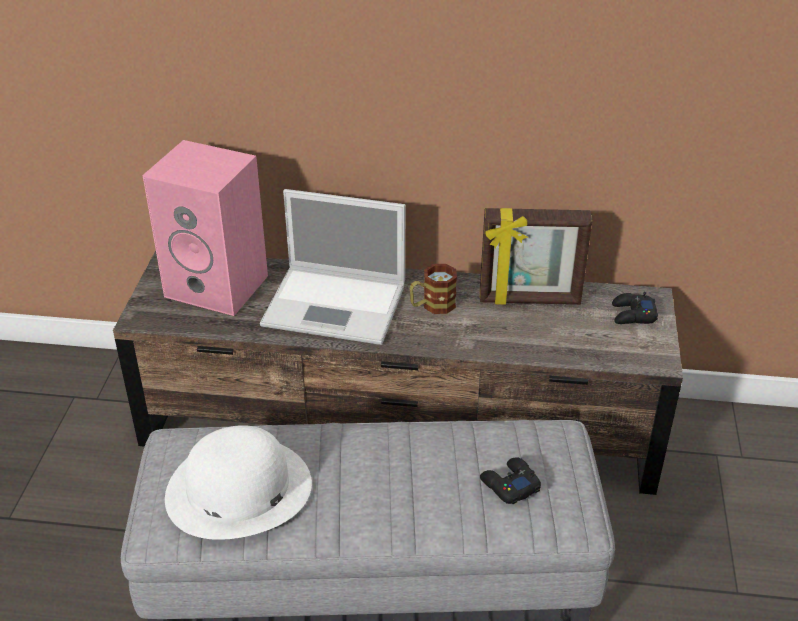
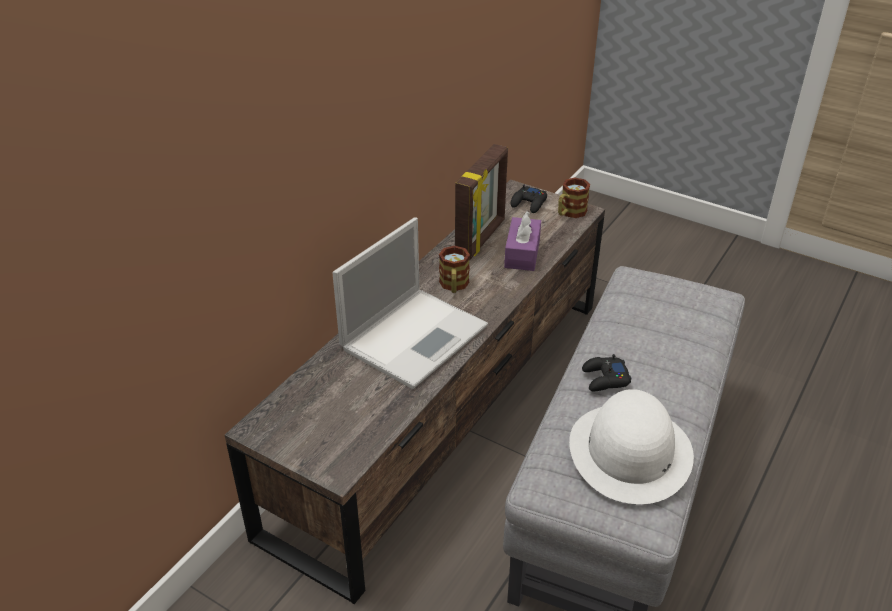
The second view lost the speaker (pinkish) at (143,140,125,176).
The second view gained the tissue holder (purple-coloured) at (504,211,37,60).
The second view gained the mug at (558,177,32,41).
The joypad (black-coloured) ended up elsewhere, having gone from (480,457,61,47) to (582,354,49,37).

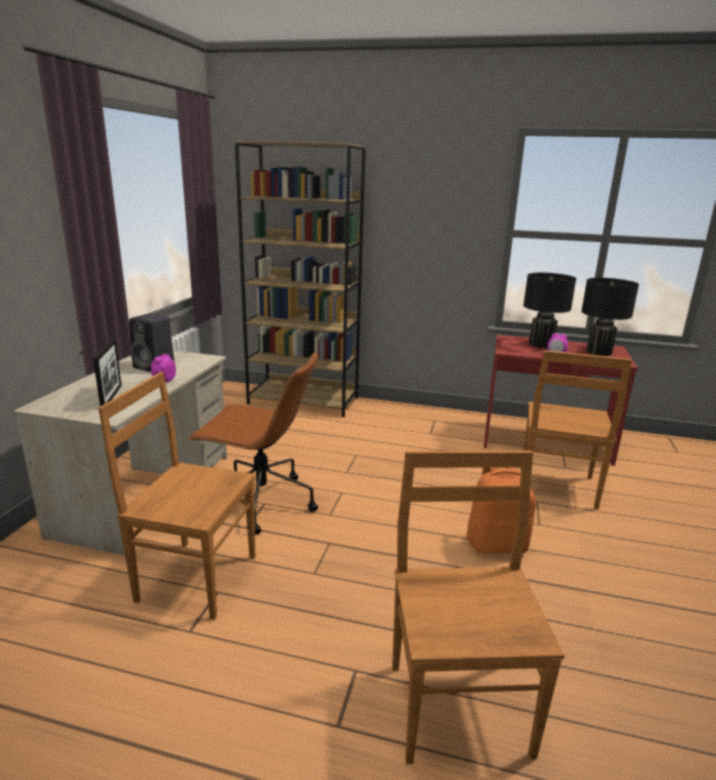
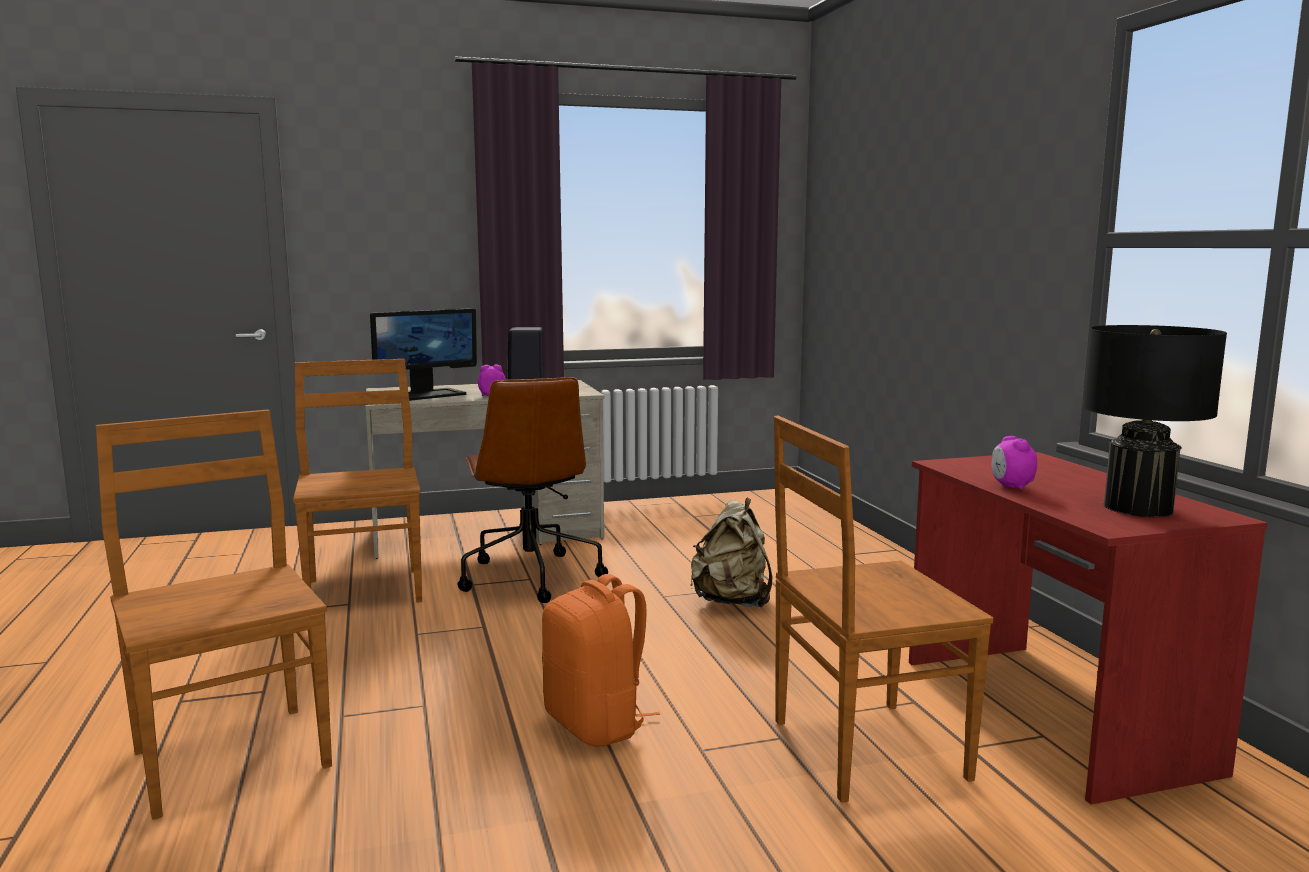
The second view lost the shelving unit (brown) at (235,141,131,276).
The second view lost the lamp for a table (black-coloured) at (523,273,53,75).
The second view gained the knapsack (sand-coloured) at (690,498,82,109).
Where the picture frame stood at (93,339,29,67), the monitor came to stand at (370,308,107,93).
The upright chair (brown) at (392,451,173,313) ended up facing another way, 90 degrees counterclockwise from before.

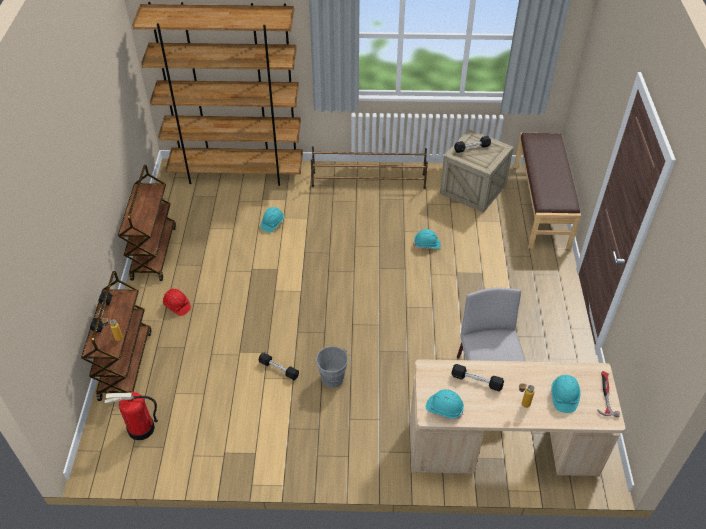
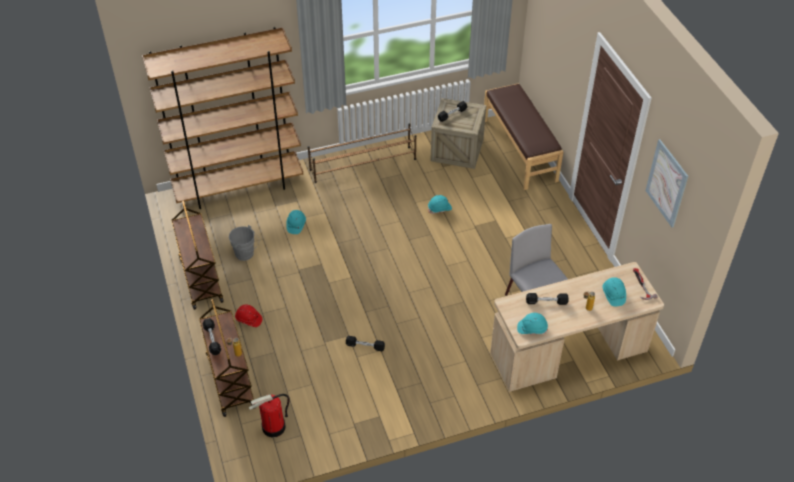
The second view gained the wall art at (645,139,43,88).
The bucket (grey) ended up elsewhere, having gone from (316,346,36,42) to (229,225,30,36).

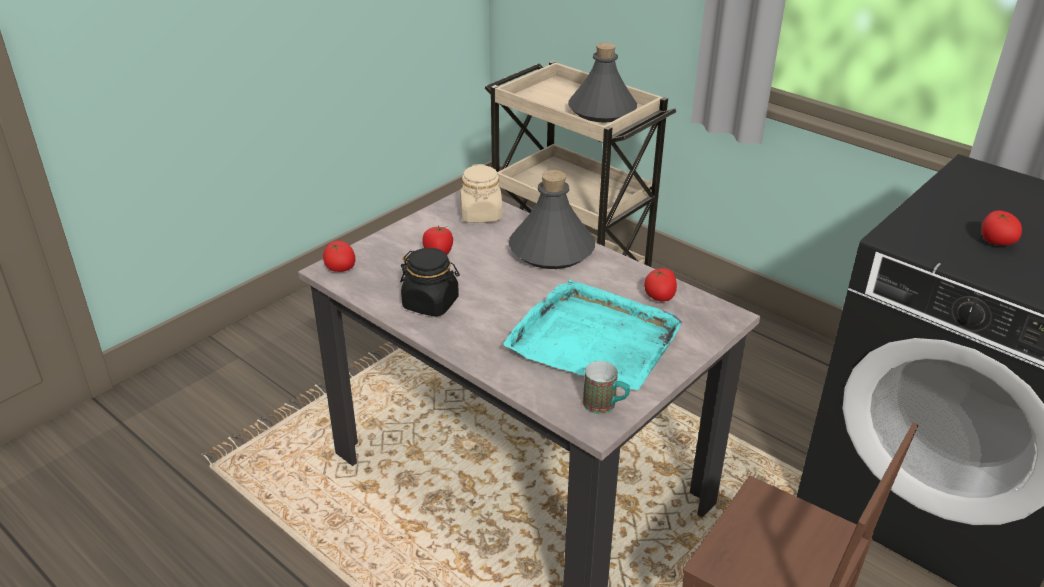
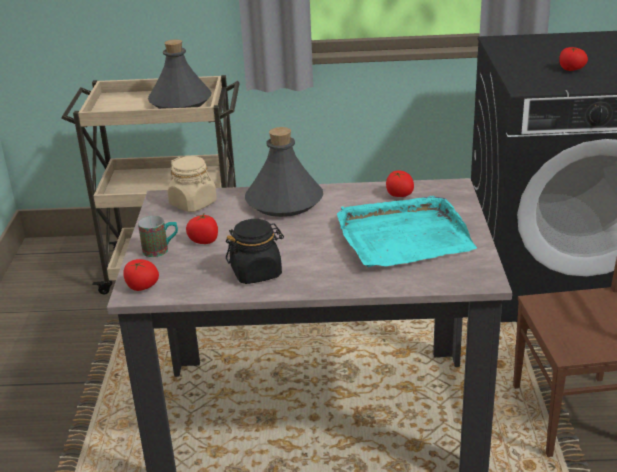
The mug ended up elsewhere, having gone from (583,361,47,53) to (138,216,40,41).

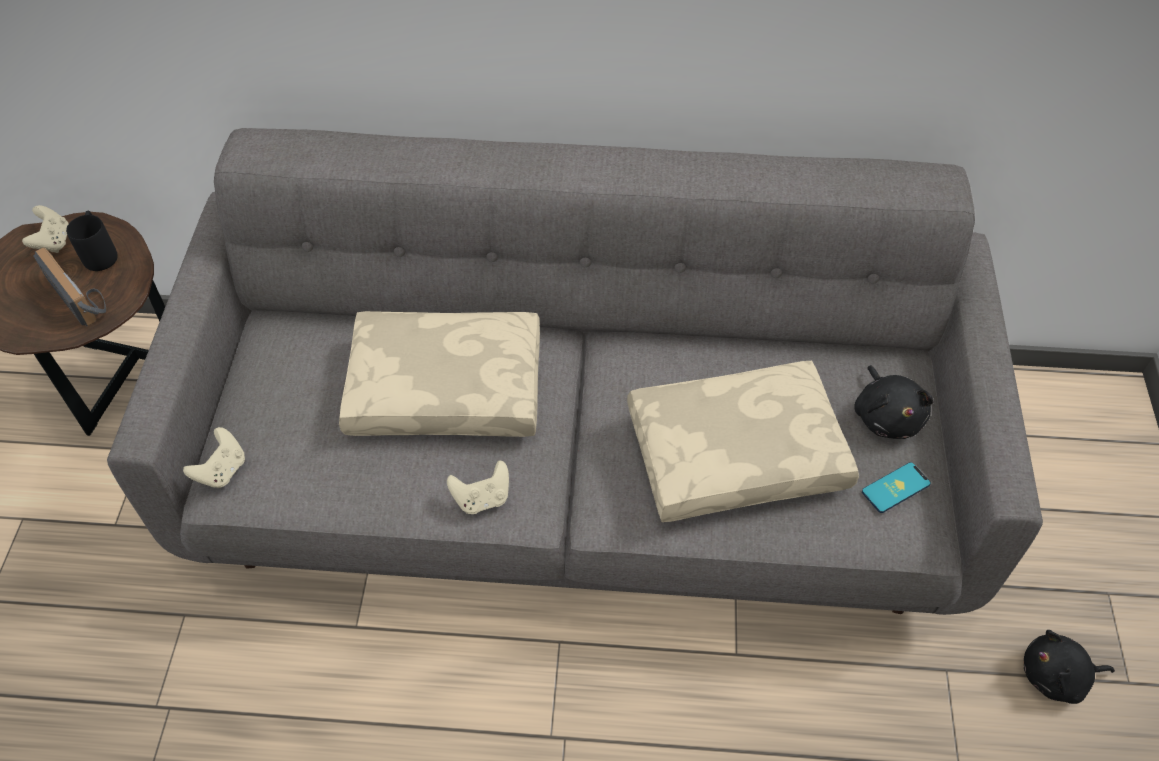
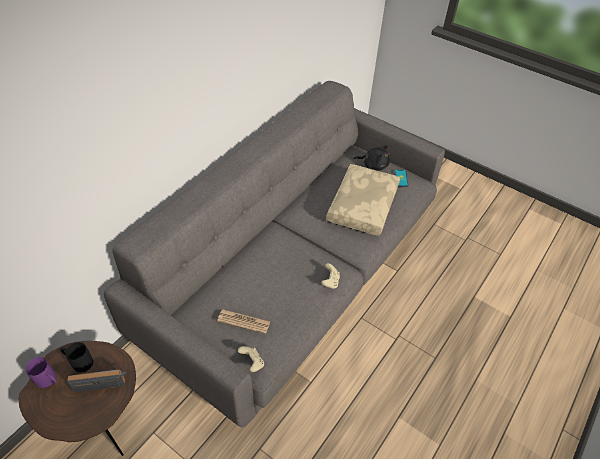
The second view lost the pillow (sand-coloured) at (339,311,201,126).
The second view lost the soft toy (black-coloured) at (1024,630,91,74).
The second view gained the daily paper at (217,309,53,25).
Where the joypad (sand-coloured) stood at (22,205,47,48), the mug (purple-coloured) came to stand at (26,357,31,31).

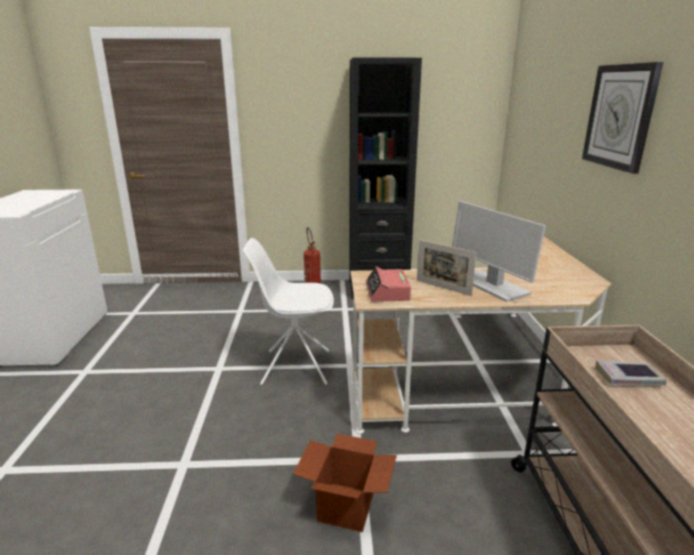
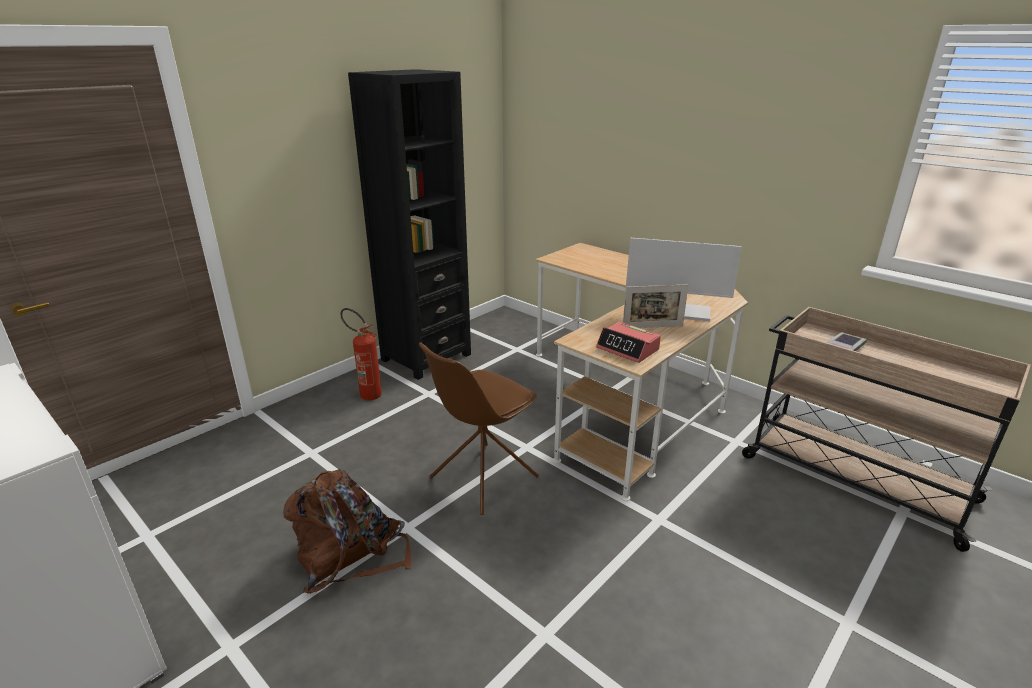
The second view lost the packing box at (293,434,104,98).
The second view lost the wall clock at (582,62,81,112).
The second view gained the knapsack (brown) at (283,469,128,125).
What was the upright chair (white) at (242,238,92,147) turned into the upright chair (brown) at (419,343,120,172).

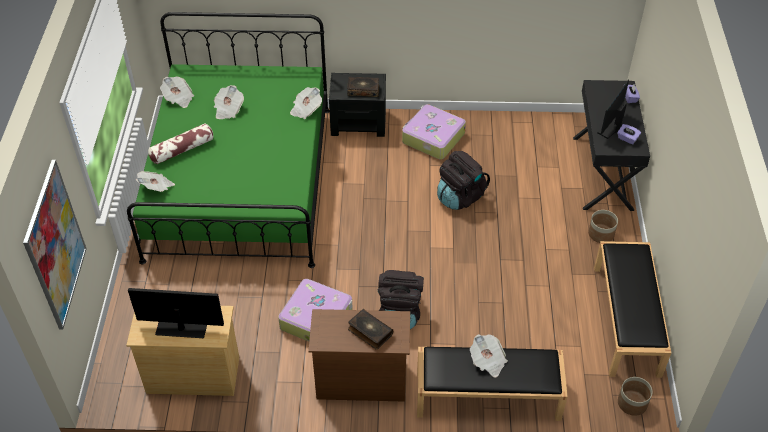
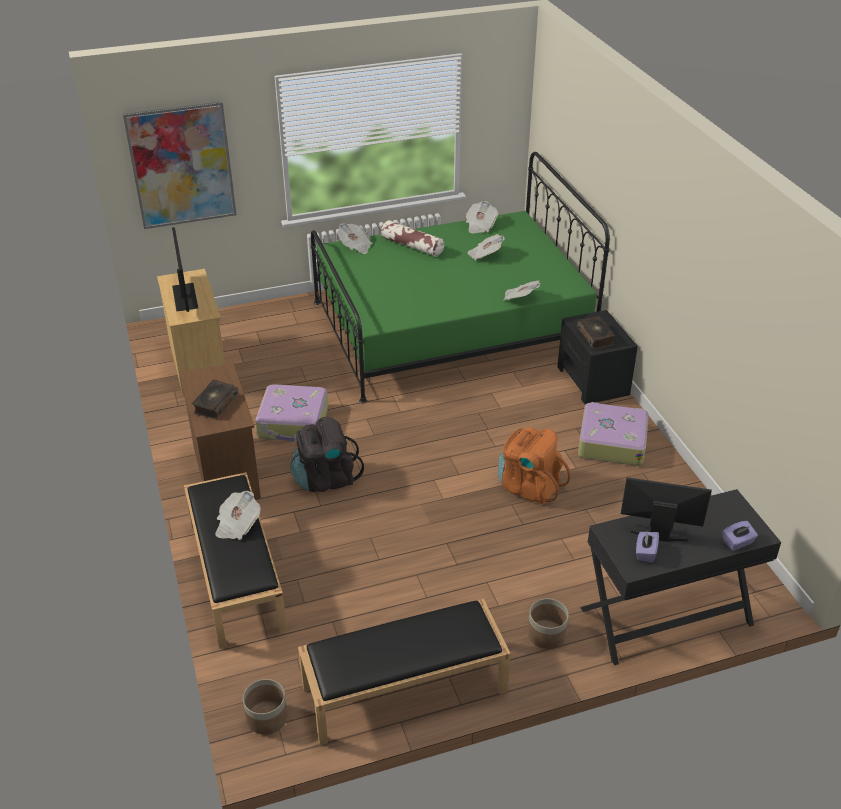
What was the knapsack (black-coloured) at (437,151,53,59) turned into the knapsack (orange-coloured) at (498,427,73,78).

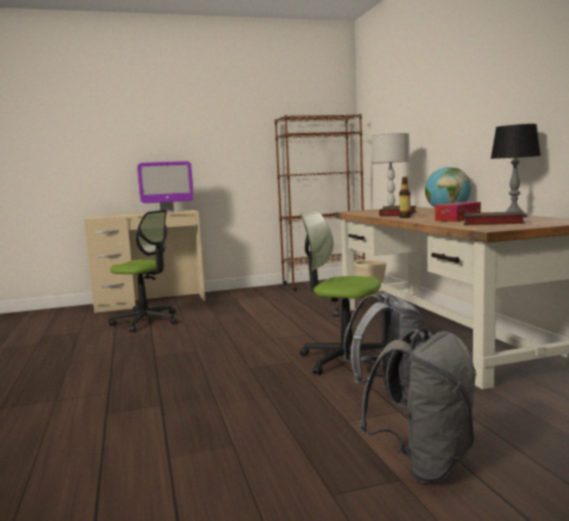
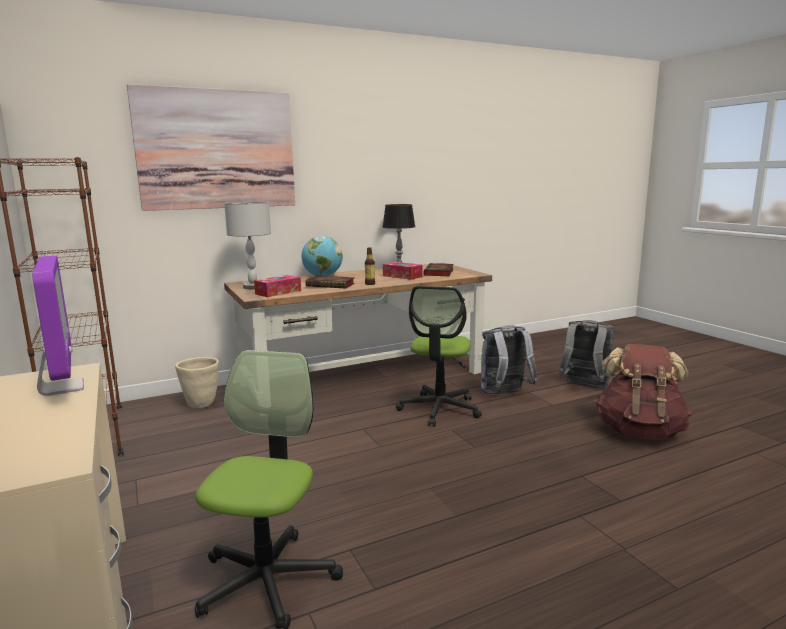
The second view gained the wall art at (127,84,168,127).
The second view gained the tissue holder at (254,275,47,22).
The second view gained the knapsack (brown) at (595,344,98,96).

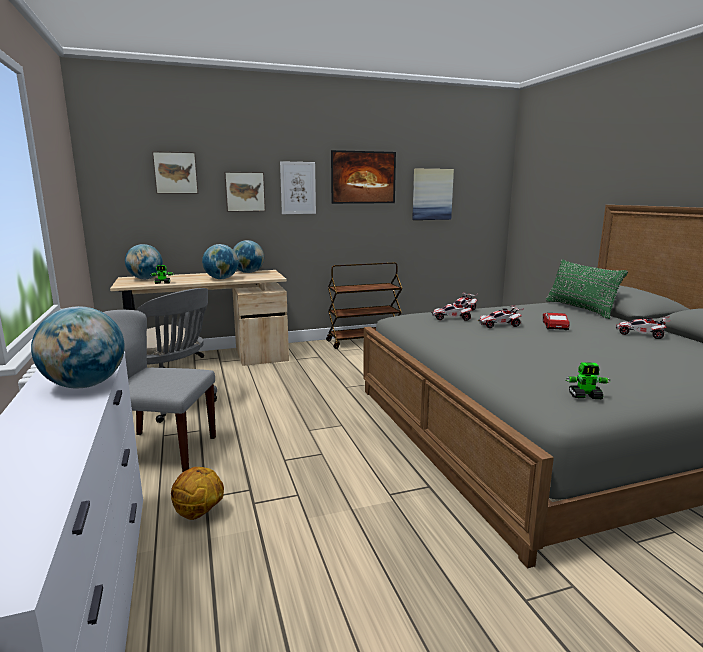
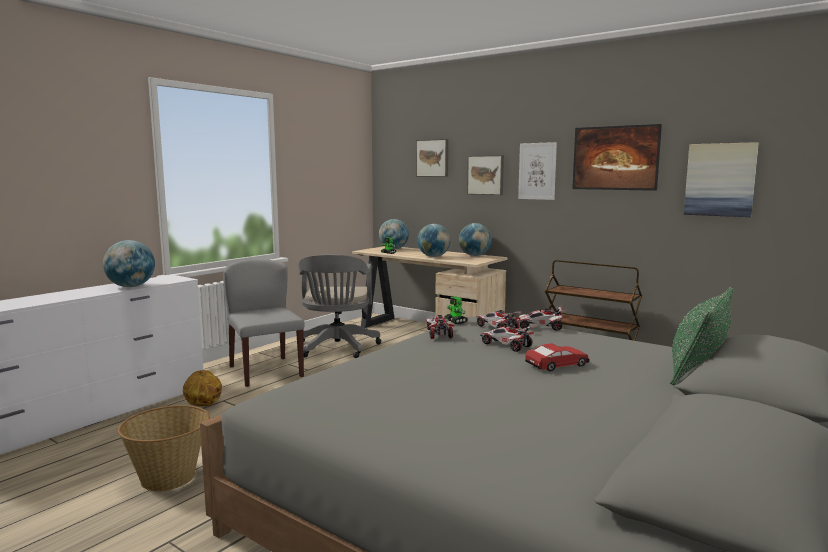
The second view gained the household basket at (118,405,92,86).
The model robot ended up elsewhere, having gone from (566,362,45,37) to (444,296,24,28).
The model car ended up elsewhere, having gone from (616,316,55,23) to (426,315,29,24).

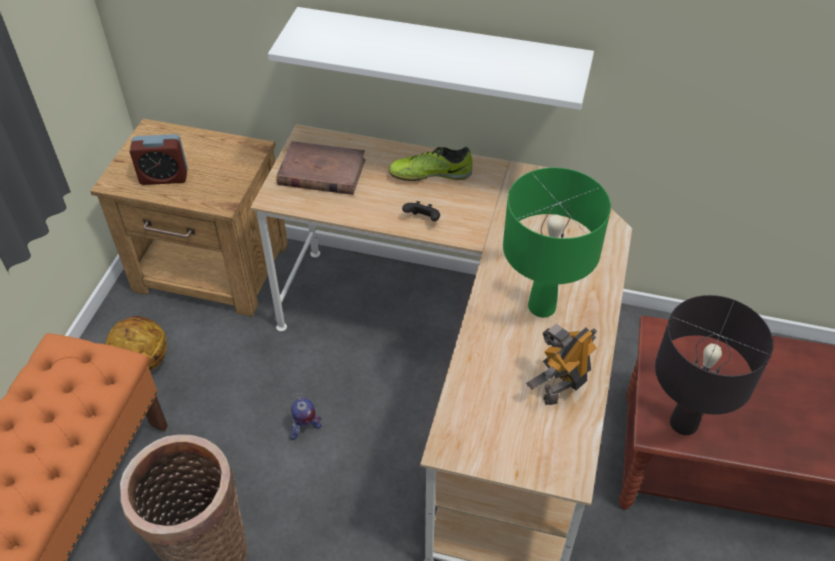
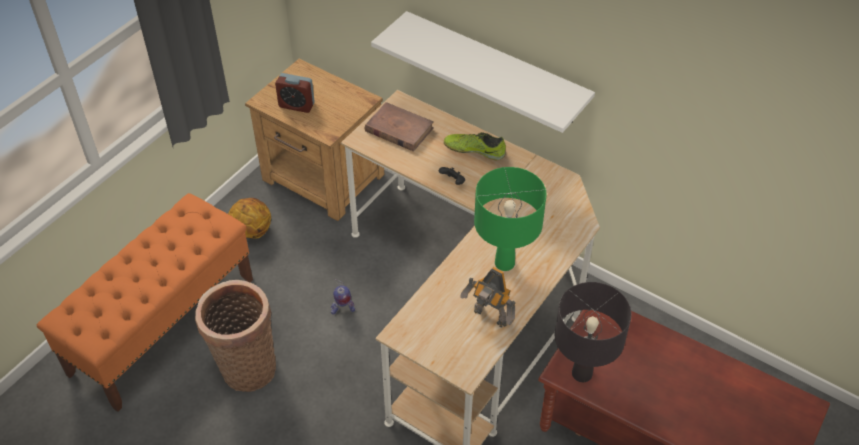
The model robot at (526,324,71,81) ended up facing another way, 120 degrees counterclockwise from before.

